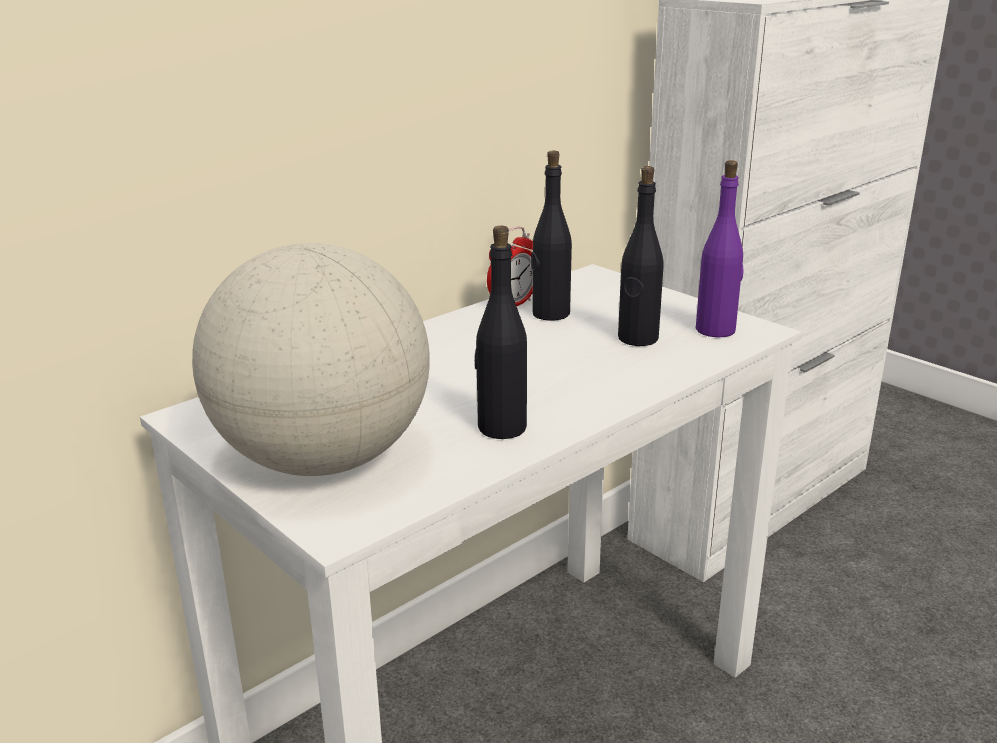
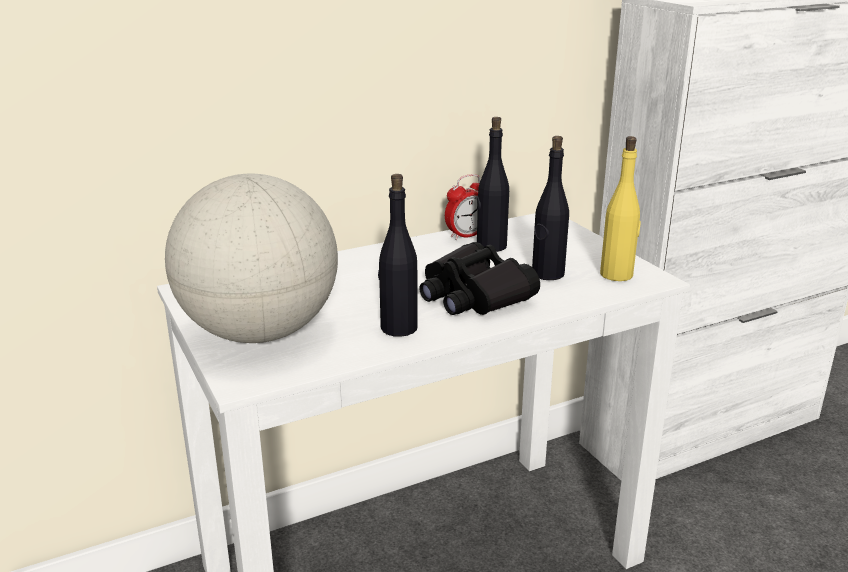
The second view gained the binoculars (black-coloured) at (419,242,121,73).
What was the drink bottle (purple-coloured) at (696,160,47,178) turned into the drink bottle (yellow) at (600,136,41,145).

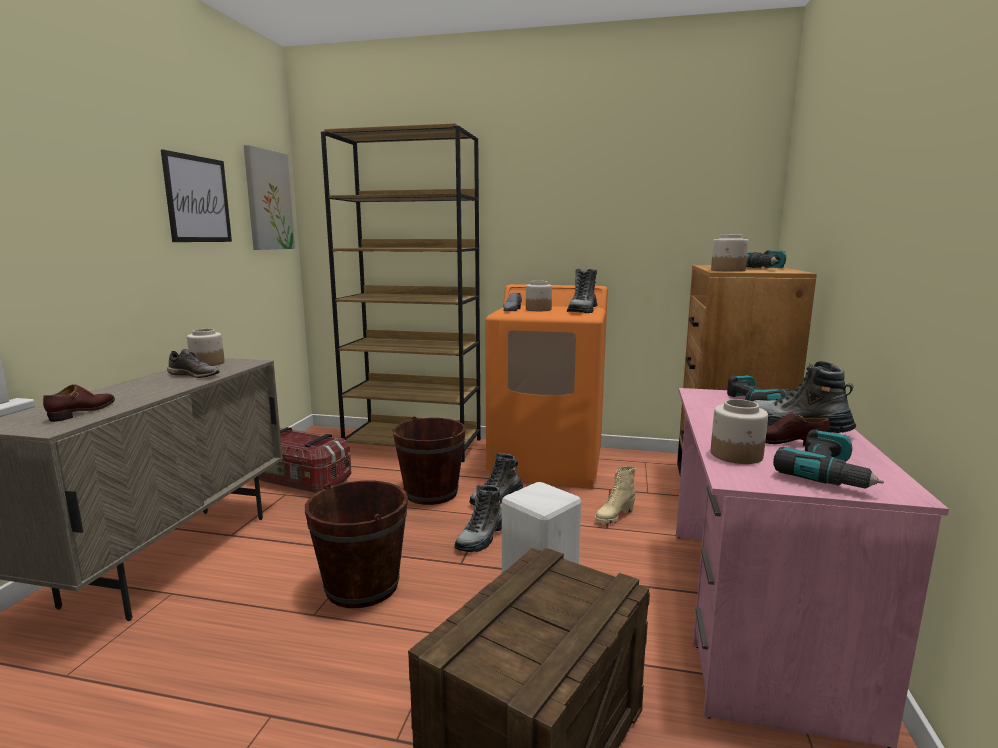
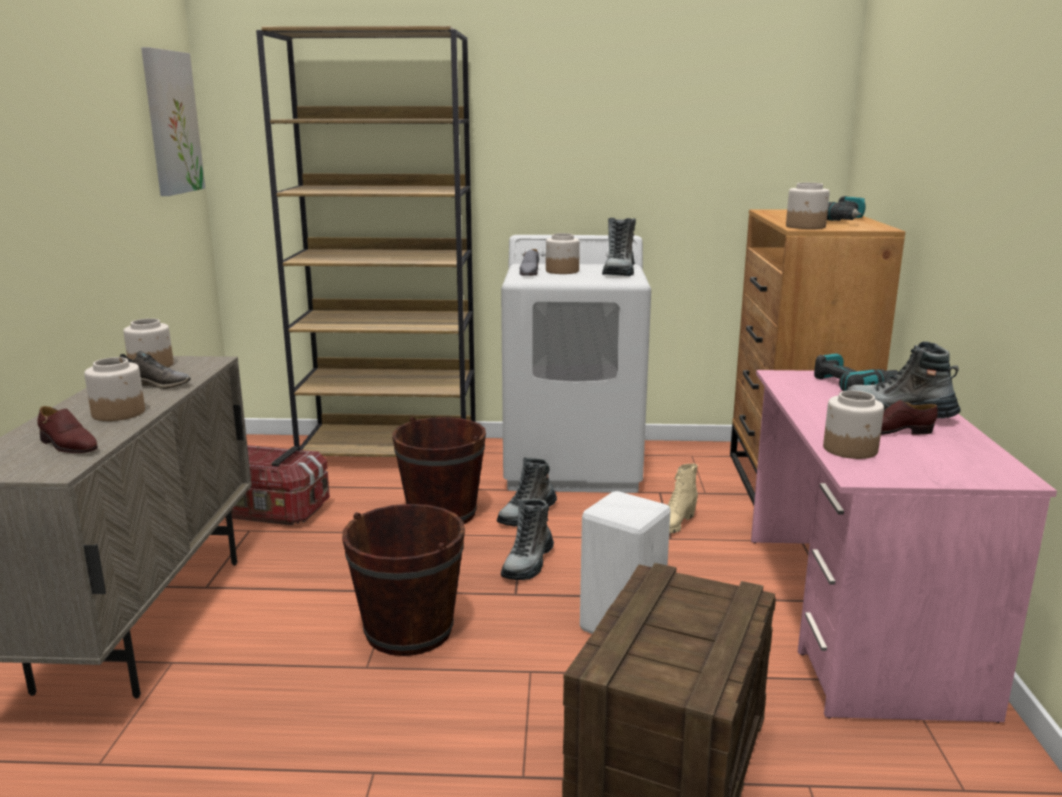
The second view lost the wall art at (161,150,71,92).
The second view lost the power drill at (773,429,111,60).
The second view gained the jar at (84,357,61,64).
What was the laundry machine (orange-coloured) at (485,284,123,204) turned into the laundry machine (white) at (501,235,150,258).
The low shoe (brown) at (43,384,72,38) ended up facing another way, 120 degrees clockwise from before.

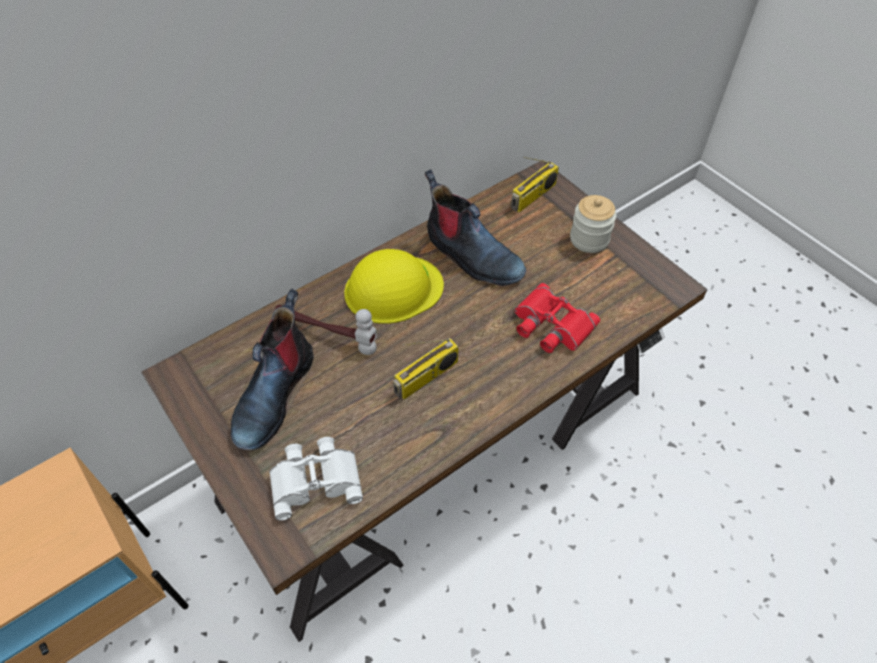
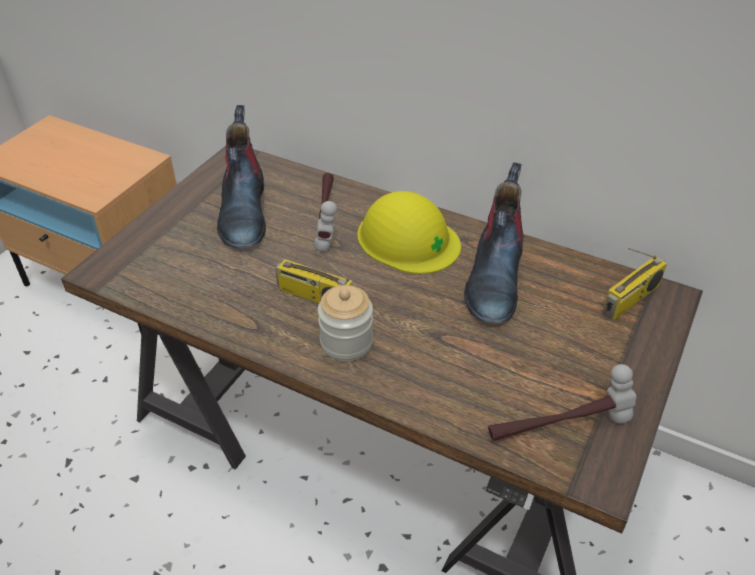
The second view lost the binoculars (white) at (269,437,94,83).
The second view lost the binoculars (red) at (515,283,85,70).
The second view gained the hammer at (488,364,148,77).
The jar ended up elsewhere, having gone from (570,195,47,58) to (318,285,55,76).
The boot at (231,289,83,162) ended up facing another way, 90 degrees counterclockwise from before.
The radio set at (511,157,48,56) ended up facing another way, 60 degrees counterclockwise from before.

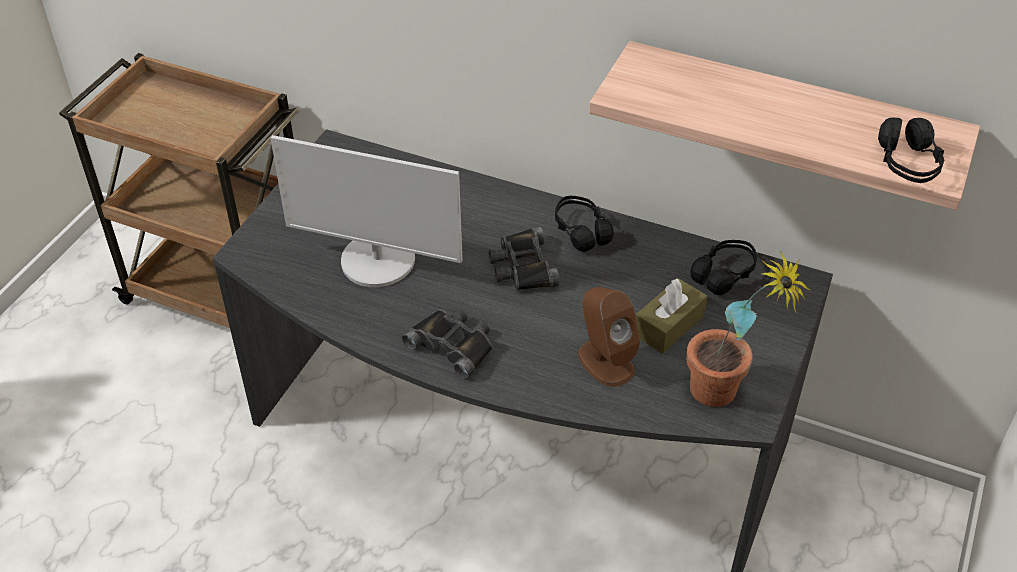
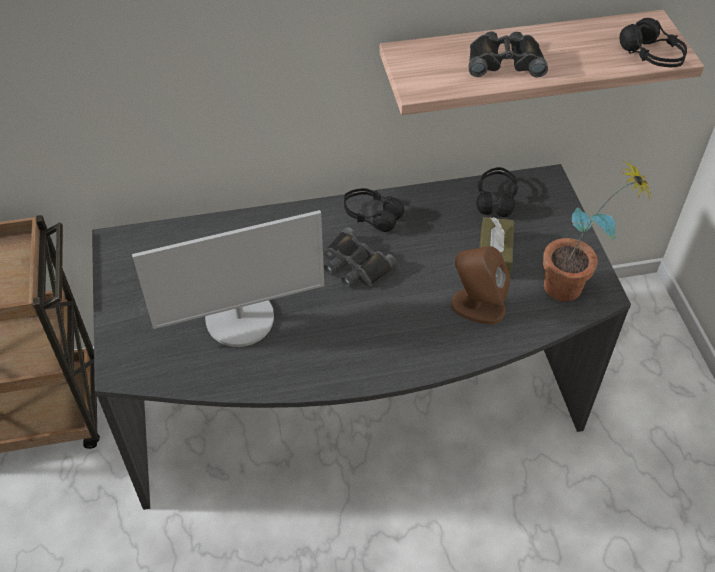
The binoculars (black-coloured) ended up elsewhere, having gone from (402,309,91,70) to (469,31,79,46).

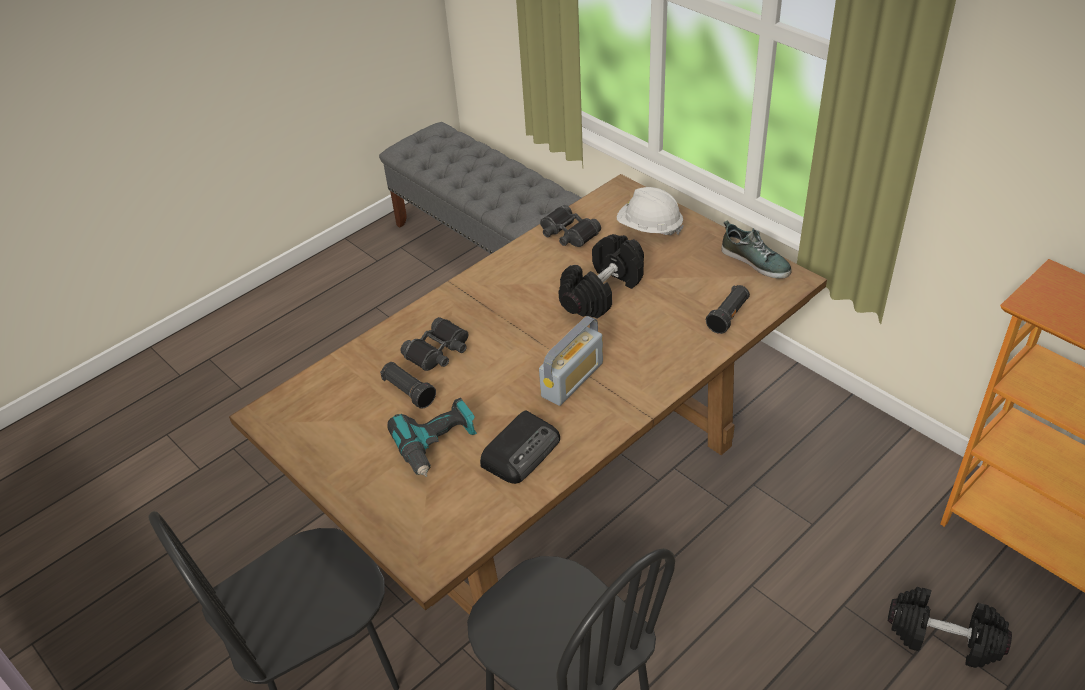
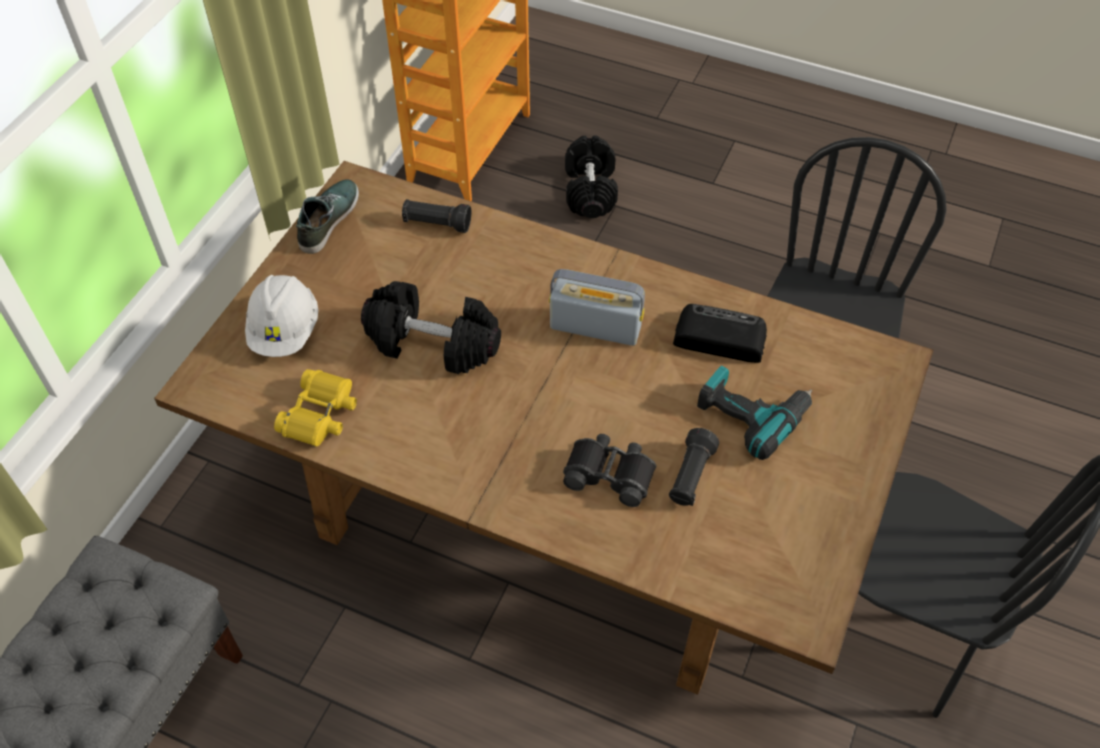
What was the binoculars (black-coloured) at (540,205,61,42) turned into the binoculars (yellow) at (274,369,83,78).

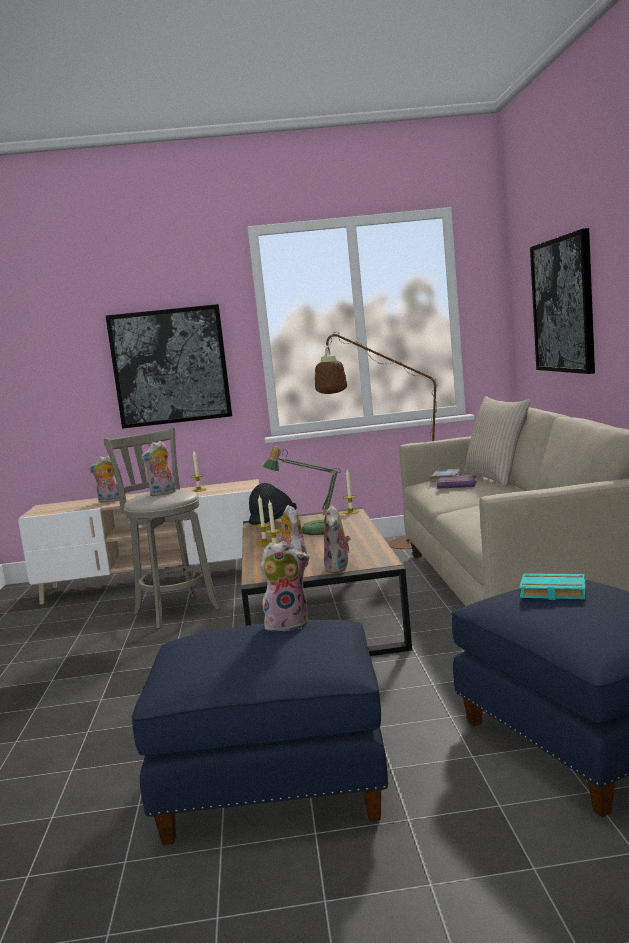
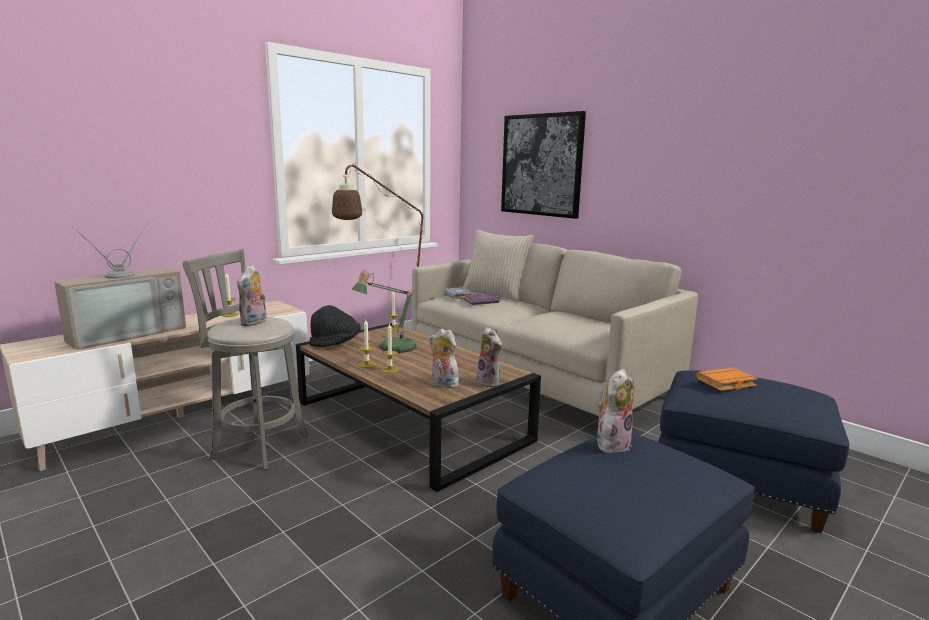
The second view lost the wall art at (106,304,126,125).
Where the soft toy stood at (89,455,30,48), the television came to stand at (54,222,132,128).
What was the volume (blue-green) at (519,573,66,27) turned into the volume (orange-coloured) at (697,368,60,23).

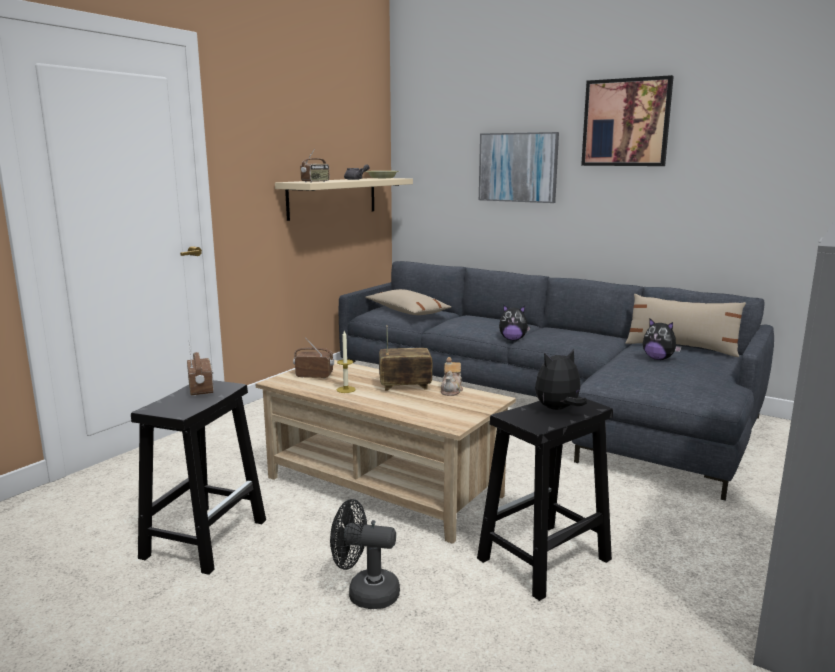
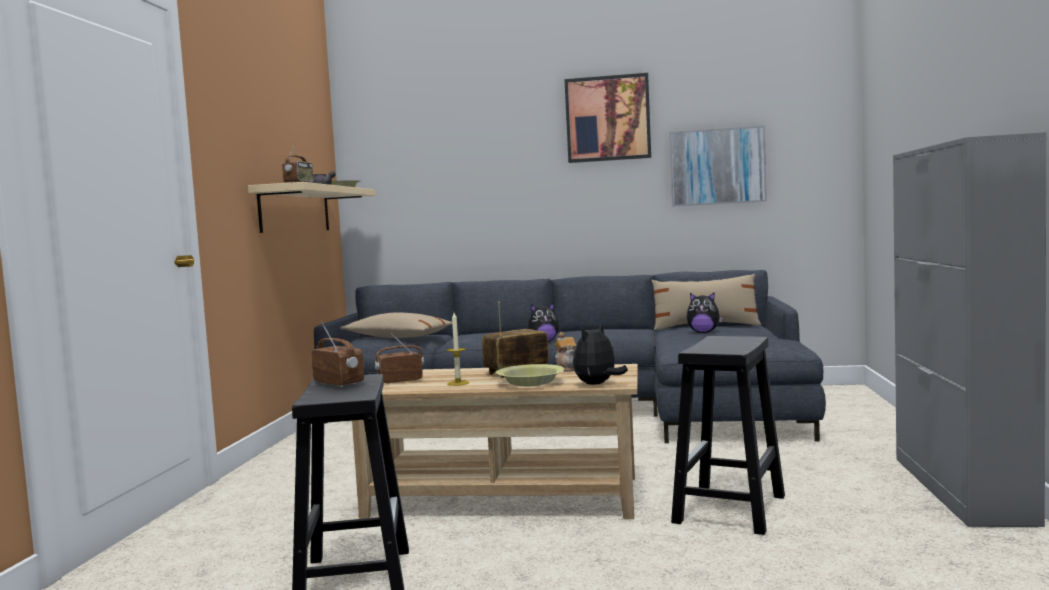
The second view lost the cooling fan (black-coloured) at (330,499,70,110).
The second view gained the deep dish (yellow) at (496,364,68,22).
The wall art ended up elsewhere, having gone from (479,132,80,71) to (670,126,97,81).
The soft toy ended up elsewhere, having gone from (535,349,52,61) to (573,323,55,62).

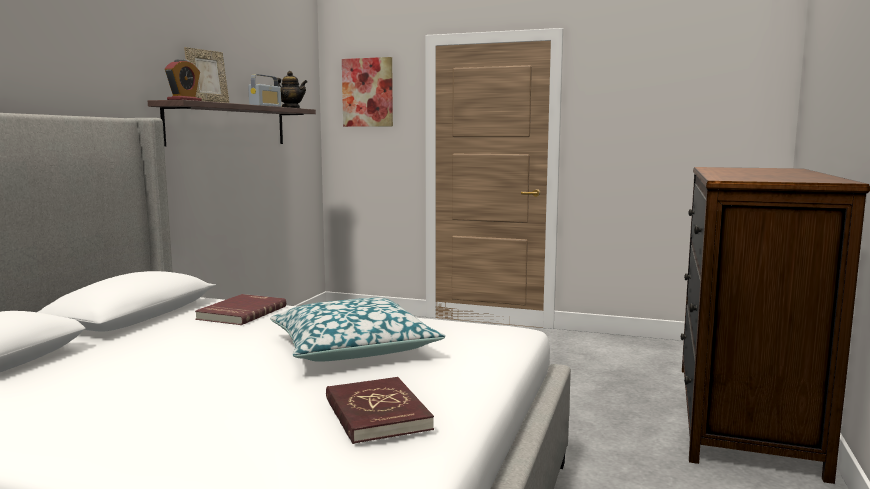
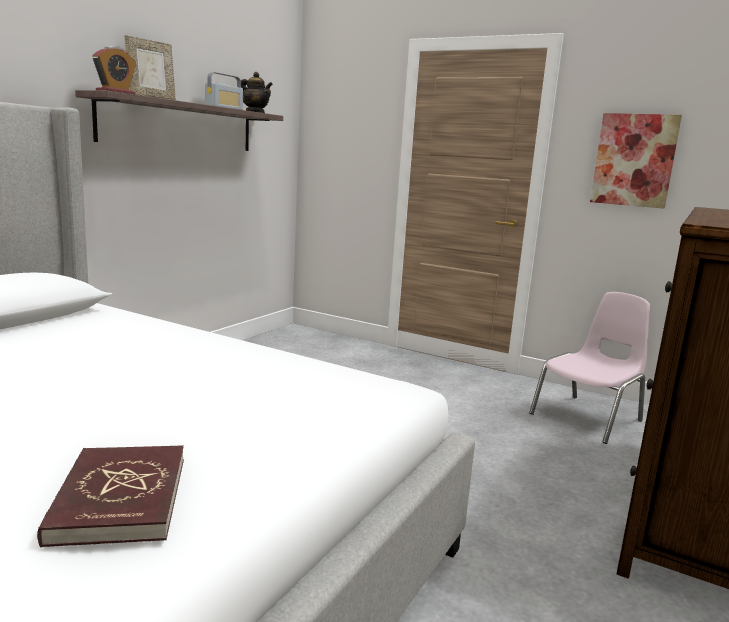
The second view lost the volume (red) at (195,294,91,31).
The second view lost the pillow at (270,297,175,65).
The second view gained the upright chair (pinkish) at (529,292,121,152).
The wall art ended up elsewhere, having gone from (342,57,51,70) to (590,113,92,96).

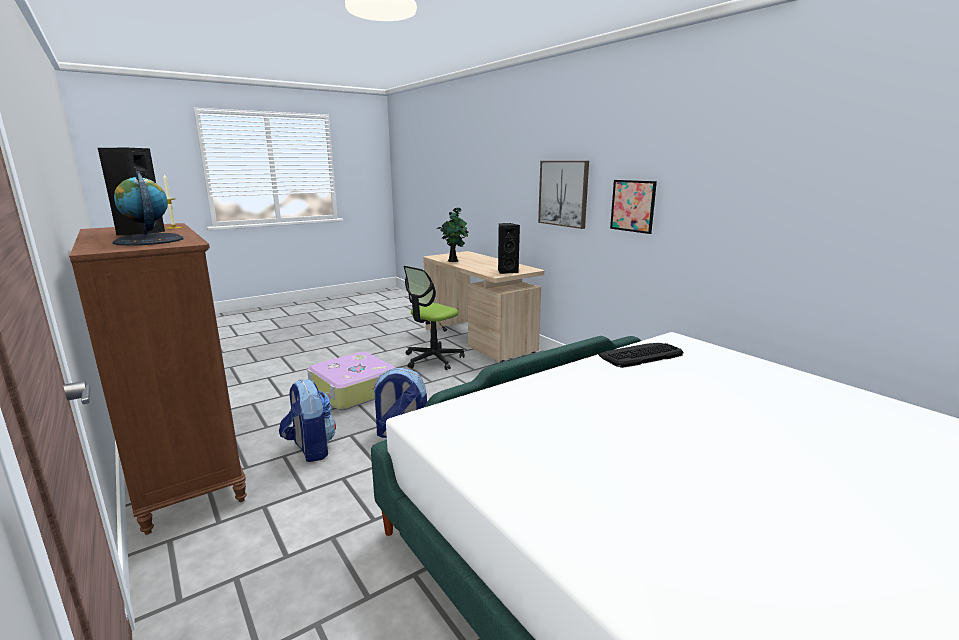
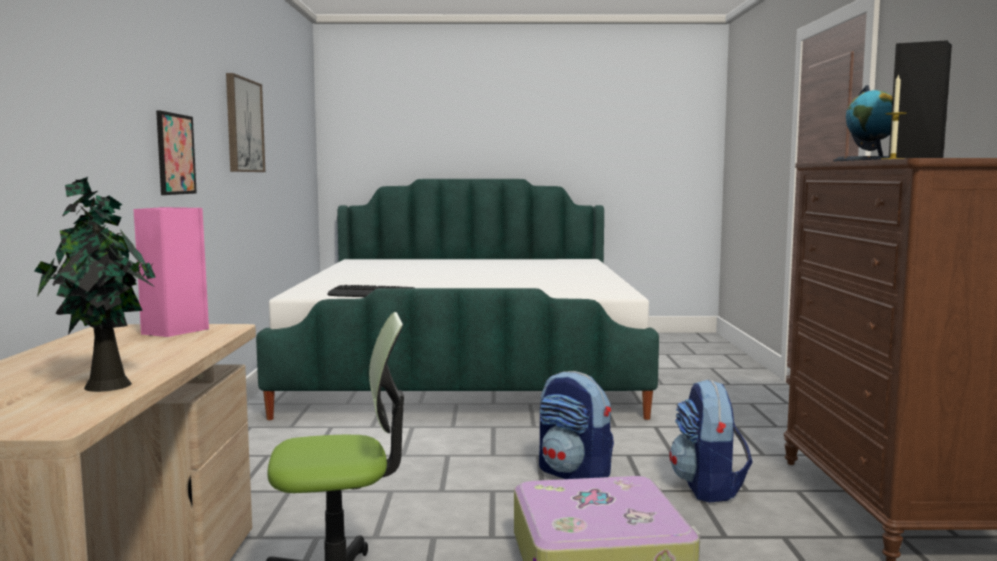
The wall art ended up elsewhere, having gone from (538,161,51,68) to (226,73,39,99).
What was the speaker (black-coloured) at (498,223,22,51) turned into the speaker (pinkish) at (133,207,76,130).

